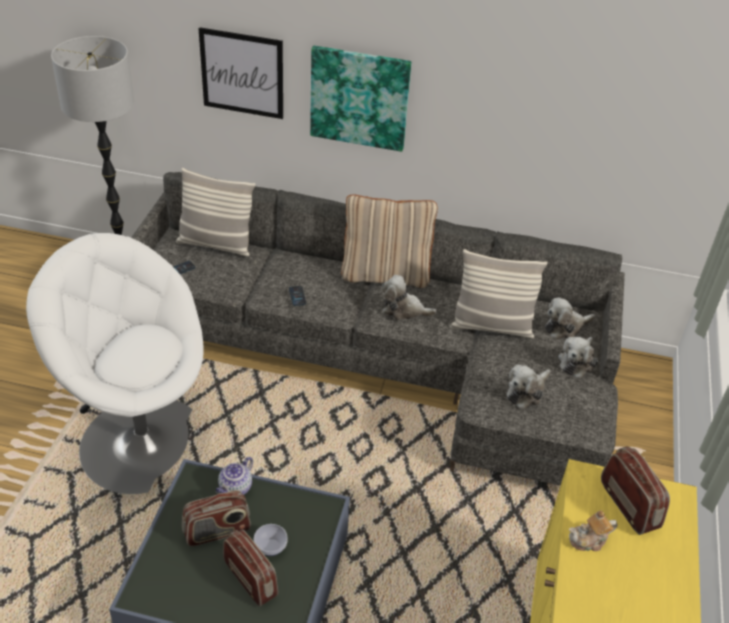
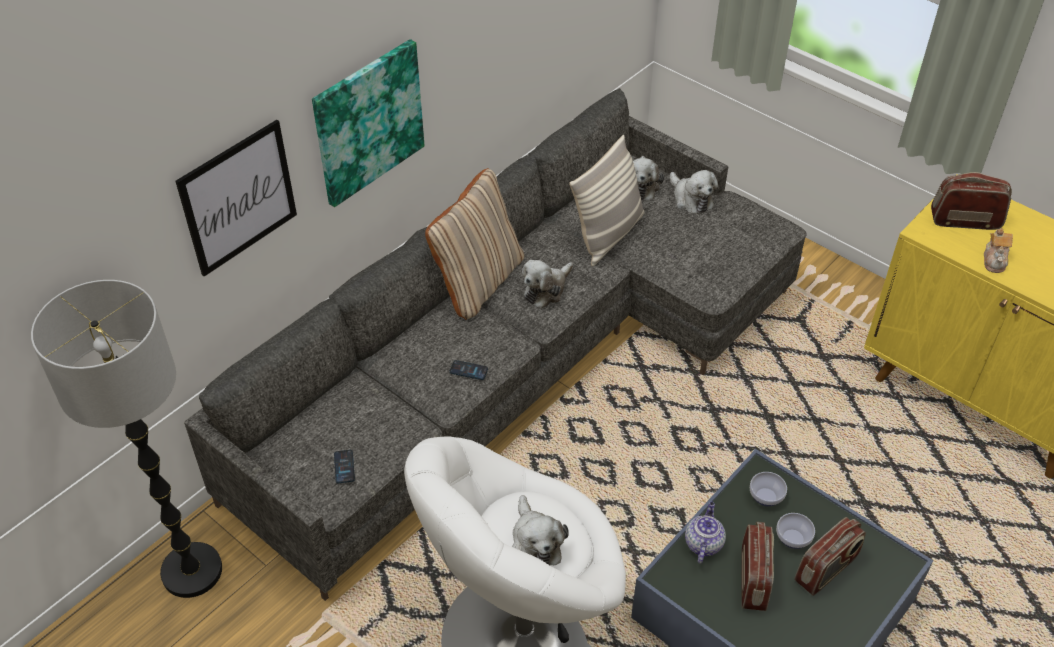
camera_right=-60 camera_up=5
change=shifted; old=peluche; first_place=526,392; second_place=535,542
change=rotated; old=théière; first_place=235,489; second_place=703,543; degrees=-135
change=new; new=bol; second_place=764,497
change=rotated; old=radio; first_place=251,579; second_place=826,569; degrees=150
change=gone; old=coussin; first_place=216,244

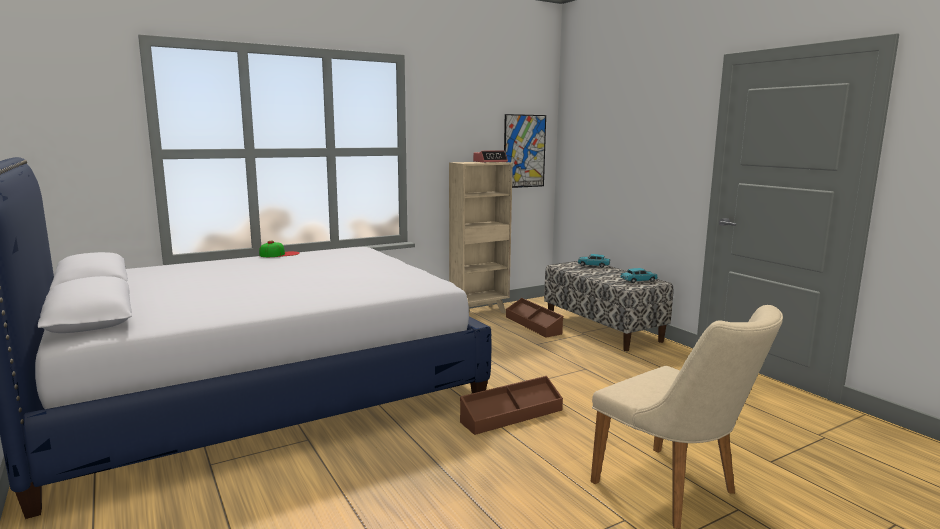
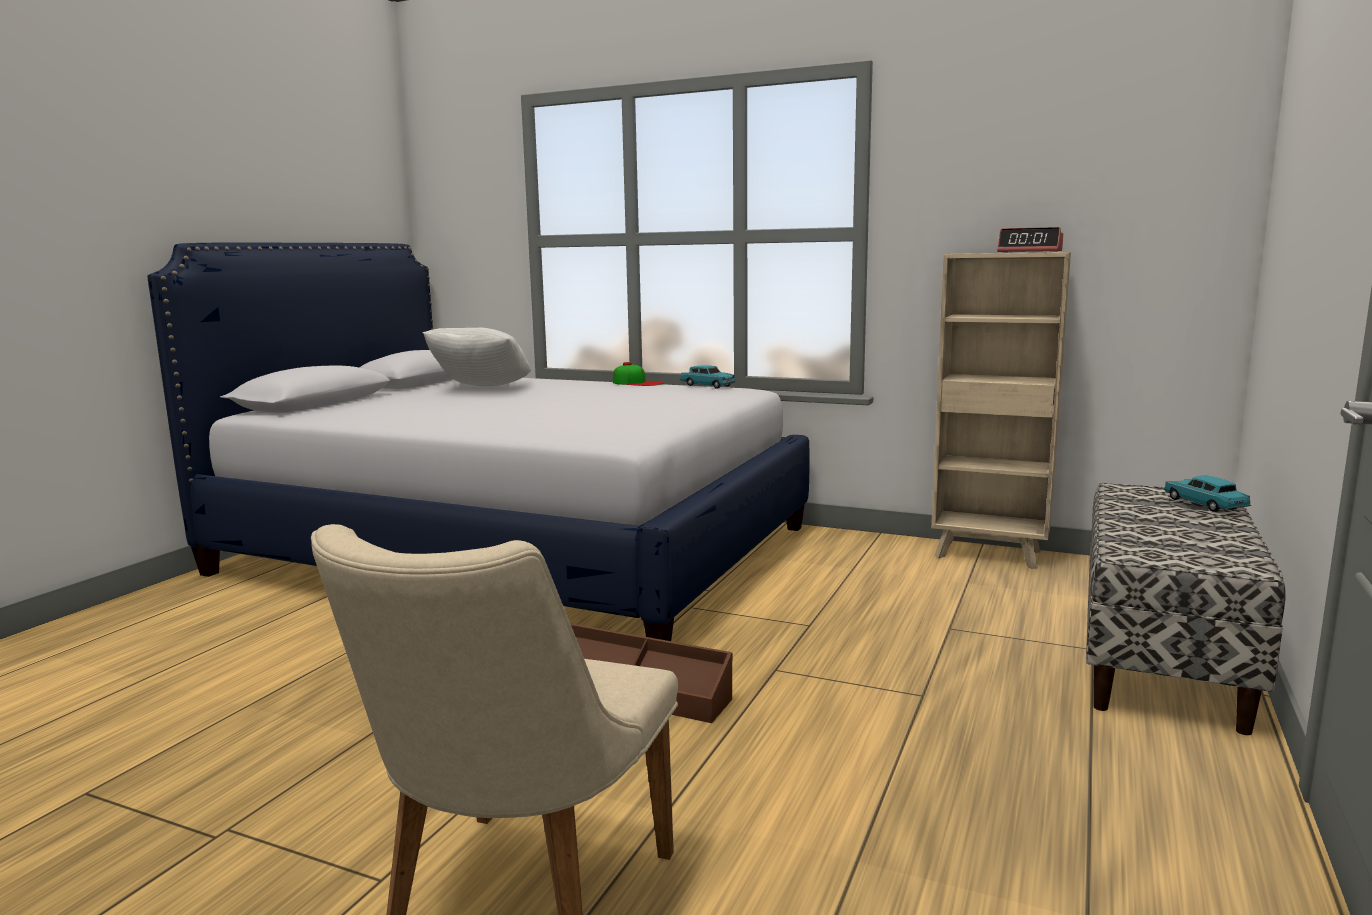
camera_right=55 camera_up=0
change=new; new=coussin/blanc; second_place=481,388
change=shifted; old=petite voiture/turquoise; first_place=638,281; second_place=707,386
change=gone; old=tableau; first_place=524,151
change=gone; old=boîte de rangement/marron; first_place=533,325

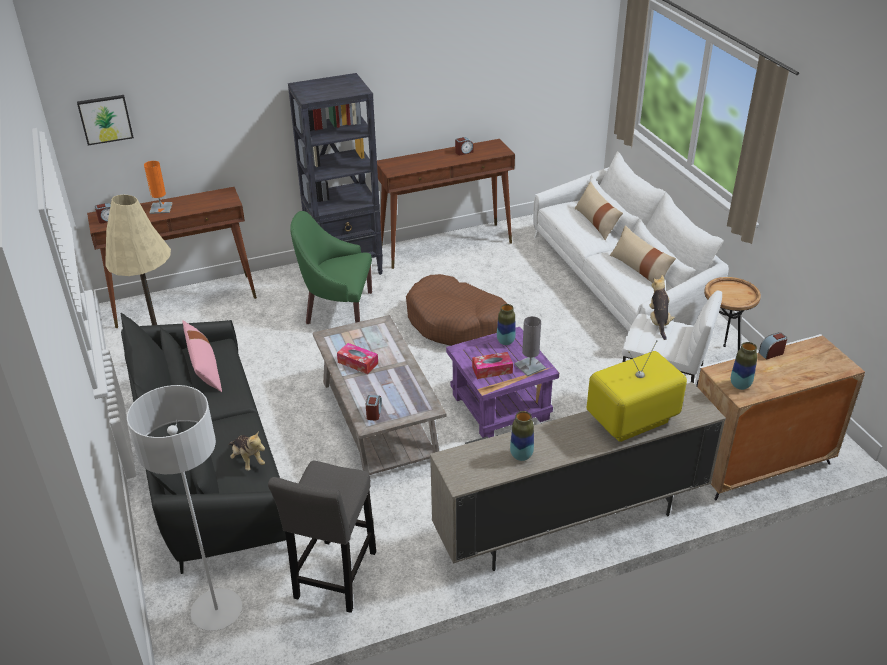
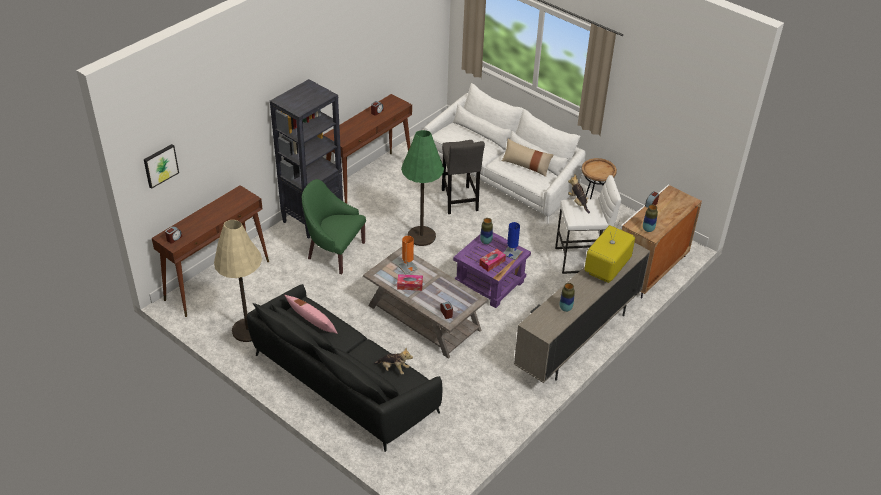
camera_right=-30 camera_up=5
change=rotated; old=fauteuil/vert; first_place=337,310; second_place=334,252; degrees=45
change=shifted; old=lampe de table/orange; first_place=161,208; second_place=407,267
change=swapped; old=panier pour chien/marron; new=lampadaire/vert; first_place=457,323; second_place=421,236
change=shifted; old=tabouret/gris; first_place=334,579; second_place=459,202
change=repainted; old=lampe de table/gris; new=lampe de table/bleu; first_place=530,366; second_place=511,253
change=gone; old=lampadaire/gris; first_place=217,611
change=gone; old=coussin/beige; first_place=596,222

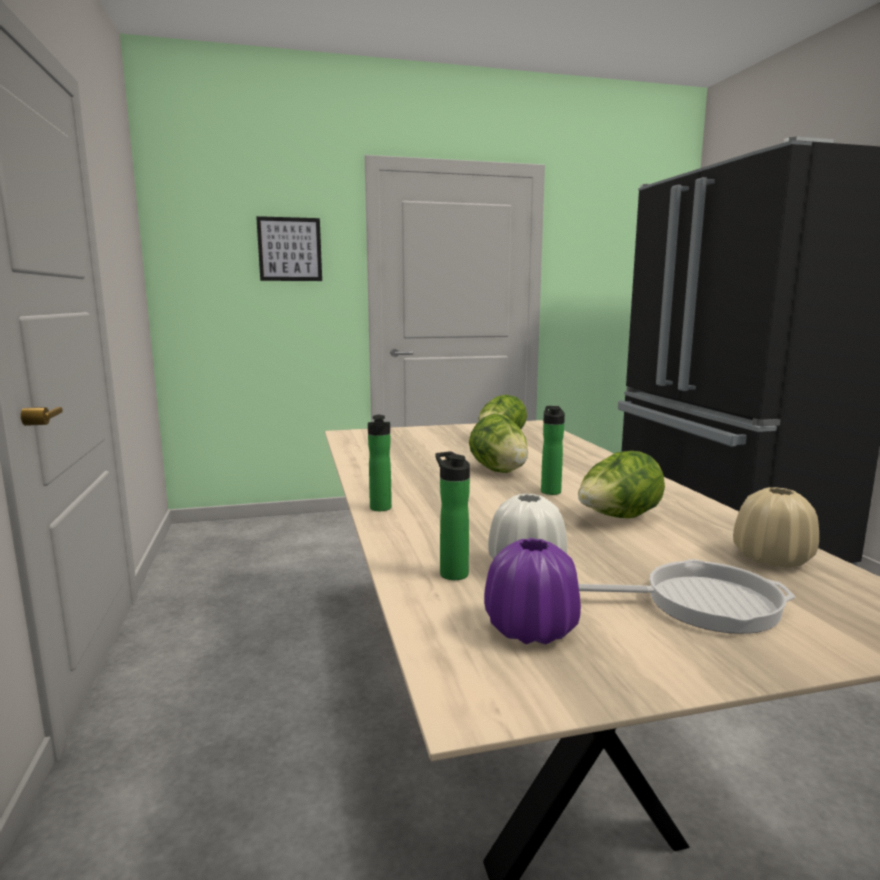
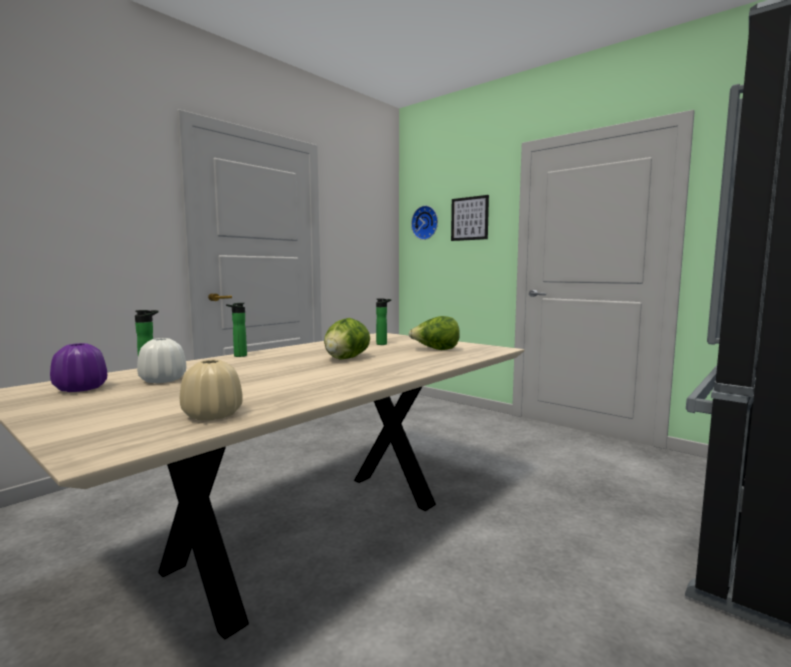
camera_right=55 camera_up=-5
change=shifted; old=bouteille; first_place=550,491; second_place=383,344
change=new; new=horloge murale; second_place=426,223
change=gone; old=laitue; first_place=617,519
change=gone; old=poêle; first_place=701,603

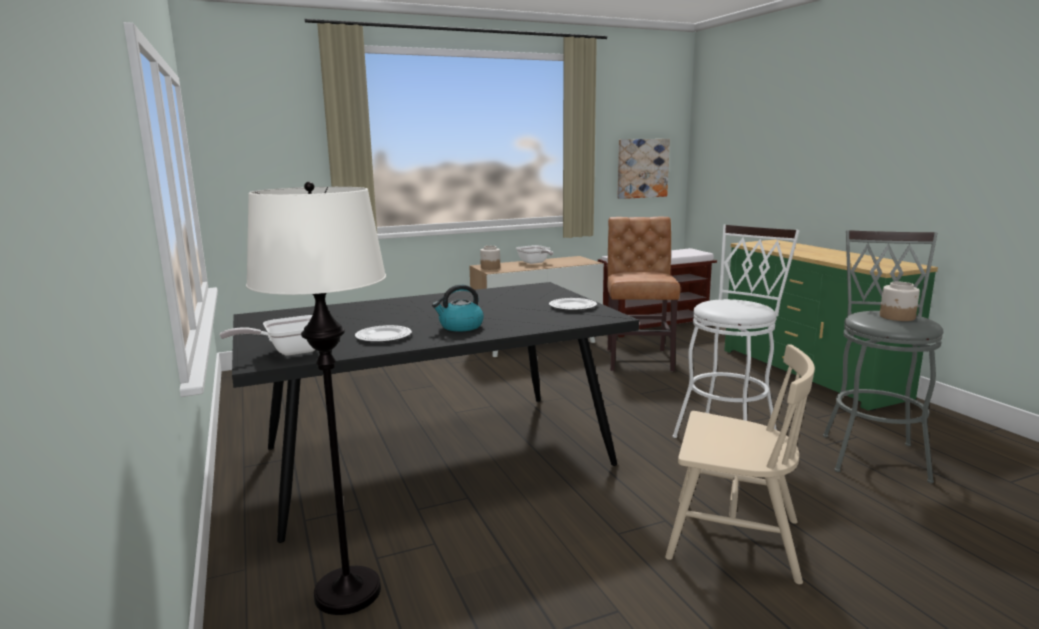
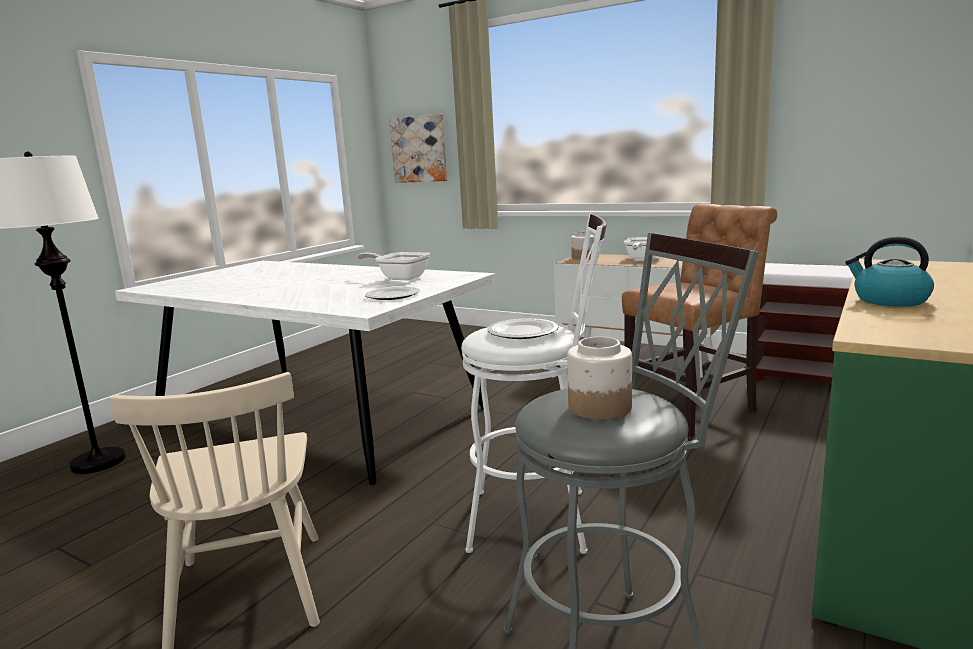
camera_right=55 camera_up=0
change=repainted; old=table à manger/noir; new=table à manger/blanc; first_place=438,455; second_place=320,415
change=shifted; old=poêle; first_place=289,351; second_place=400,278
change=shifted; old=tableau; first_place=642,168; second_place=419,149
change=shifted; old=assiette; first_place=384,336; second_place=523,332
change=shifted; old=bouilloire; first_place=460,327; second_place=889,300

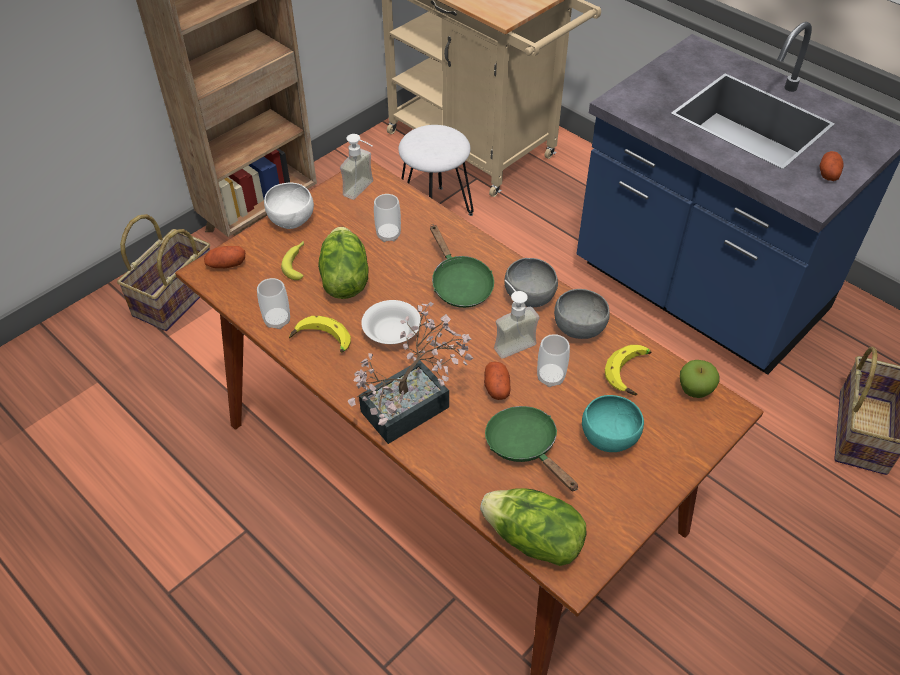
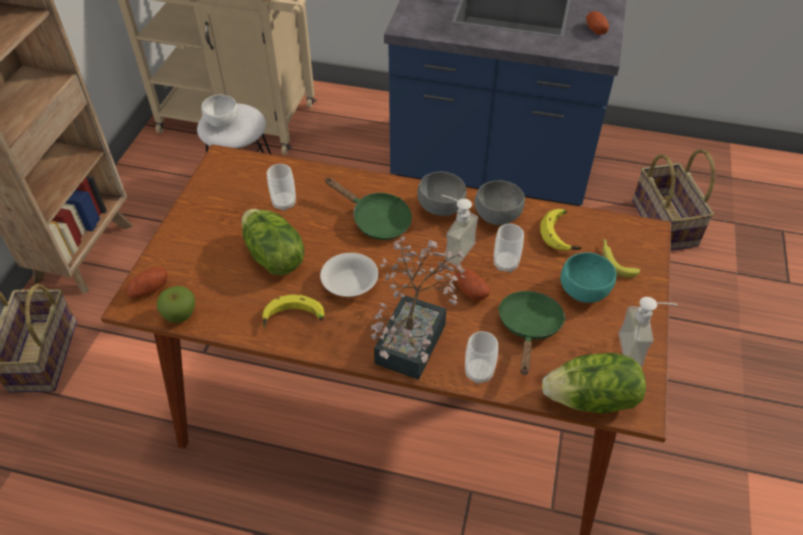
camera_right=-30 camera_up=0
change=shifted; old=pomme; first_place=694,391; second_place=180,316
change=shifted; old=bol/blanc; first_place=292,220; second_place=223,122
change=shifted; old=tasse; first_place=277,320; second_place=479,373
change=rotated; old=poêle/vert; first_place=525,447; second_place=529,328; degrees=75
change=shifted; old=banane; first_place=297,263; second_place=615,261
change=shifted; old=distributeur de savon; first_place=364,191; second_place=639,349

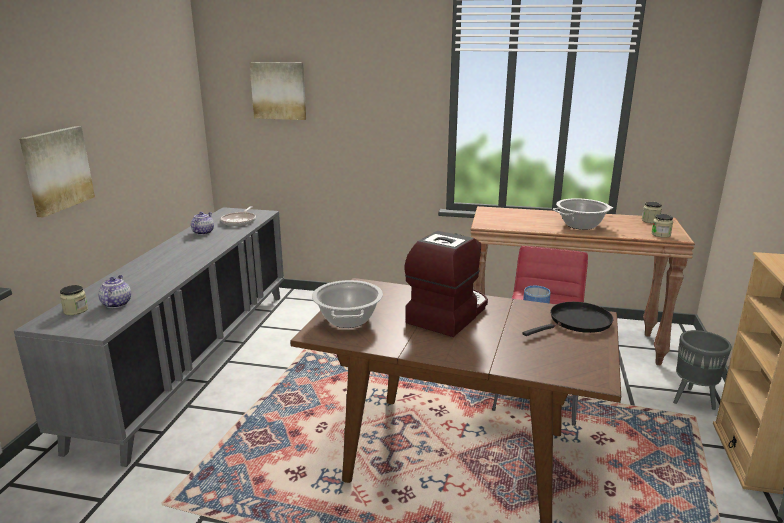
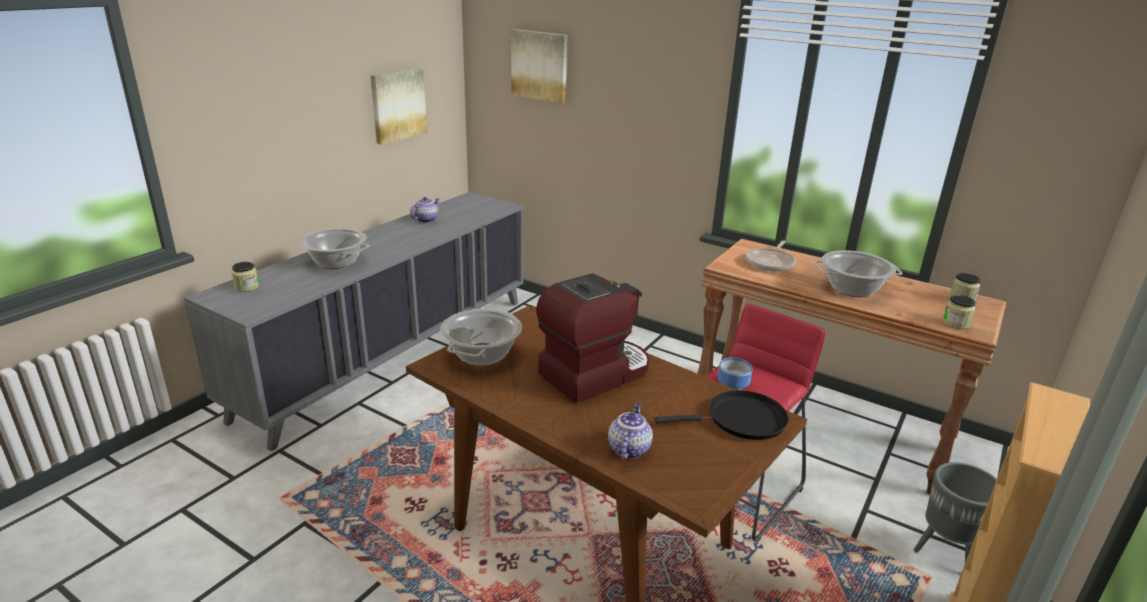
camera_right=20 camera_up=5
change=new; new=marmite; second_place=336,262
change=shifted; old=tableau; first_place=56,170; second_place=398,105
change=shifted; old=théière; first_place=116,303; second_place=628,448
change=shifted; old=poêle; first_place=240,221; second_place=771,262

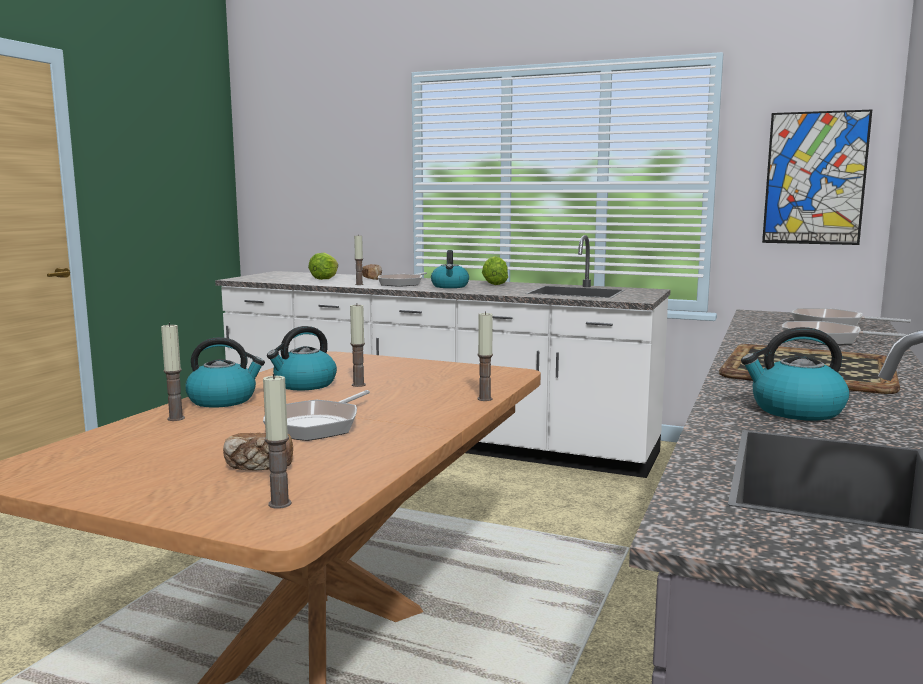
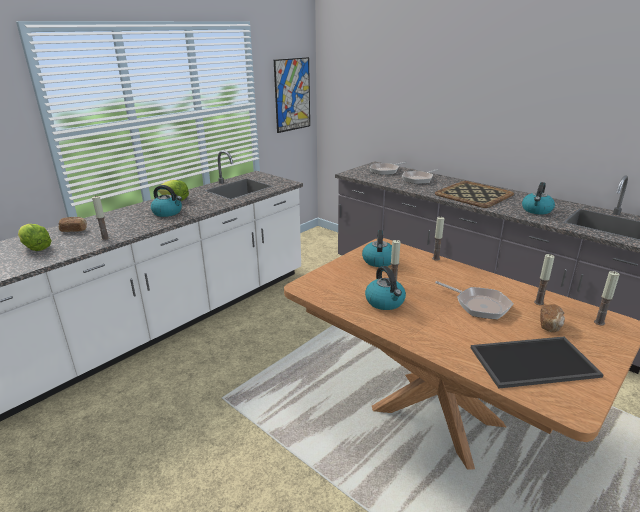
camera_right=-70 camera_up=15
change=shifted; old=bouilloire; first_place=223,400; second_place=378,260
change=new; new=plateau; second_place=533,363
change=shifted; old=bougie; first_place=176,418; second_place=539,302
change=gone; old=poêle; first_place=402,283

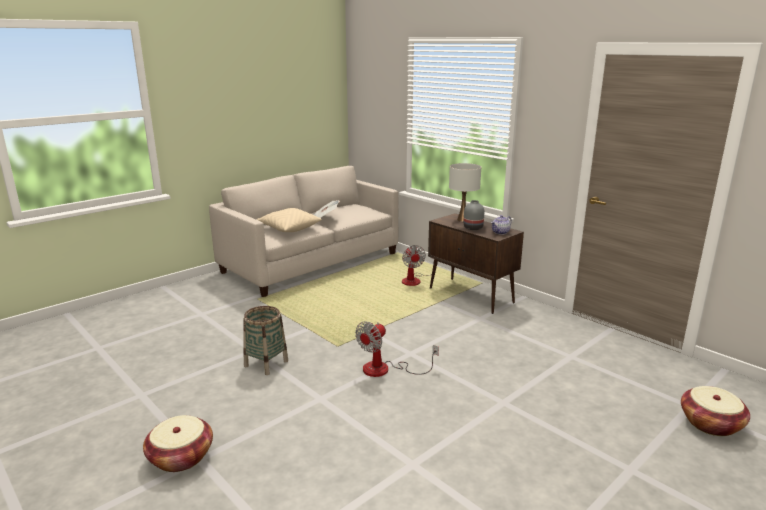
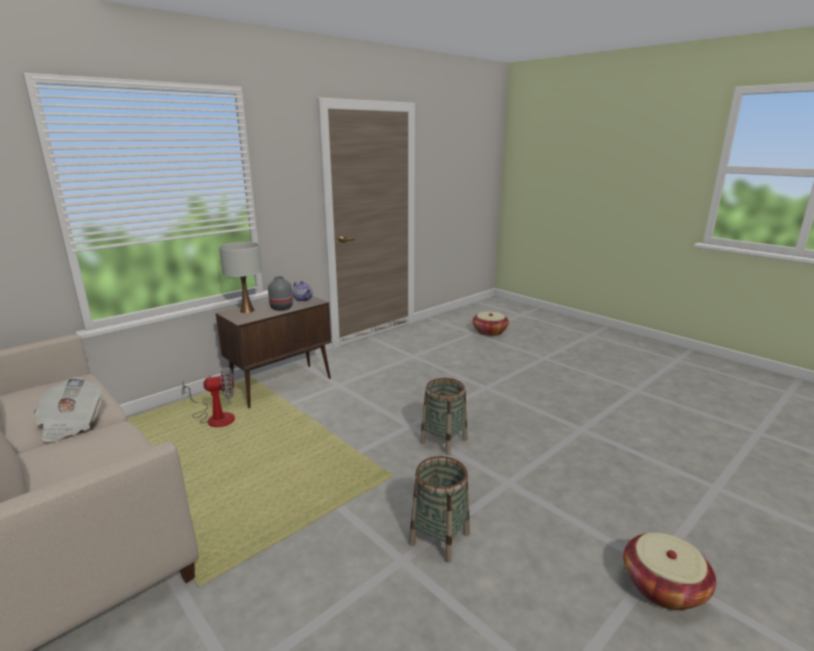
camera_right=-90 camera_up=0
change=swapped; old=ventilateur; new=panier; first_place=385,369; second_place=443,441
change=gone; old=coussin/beige; first_place=289,228

